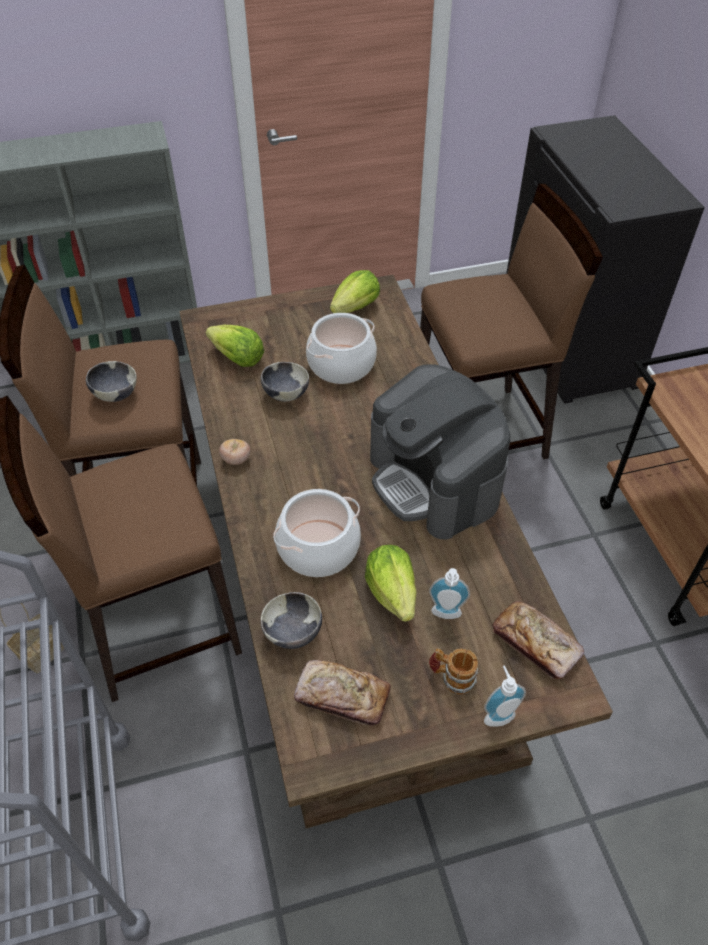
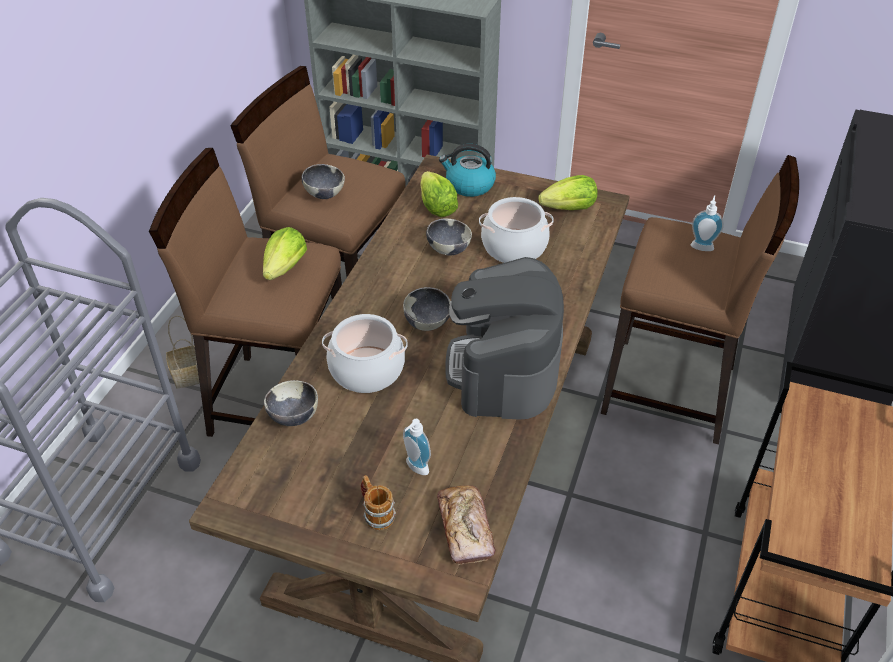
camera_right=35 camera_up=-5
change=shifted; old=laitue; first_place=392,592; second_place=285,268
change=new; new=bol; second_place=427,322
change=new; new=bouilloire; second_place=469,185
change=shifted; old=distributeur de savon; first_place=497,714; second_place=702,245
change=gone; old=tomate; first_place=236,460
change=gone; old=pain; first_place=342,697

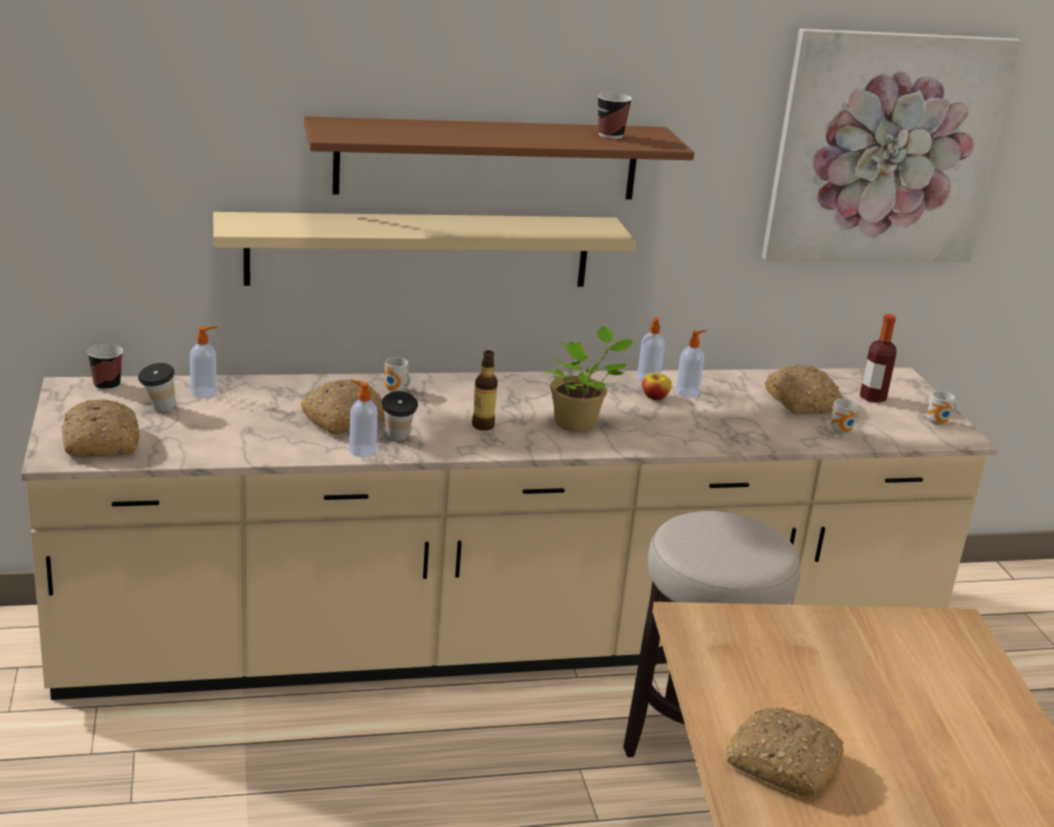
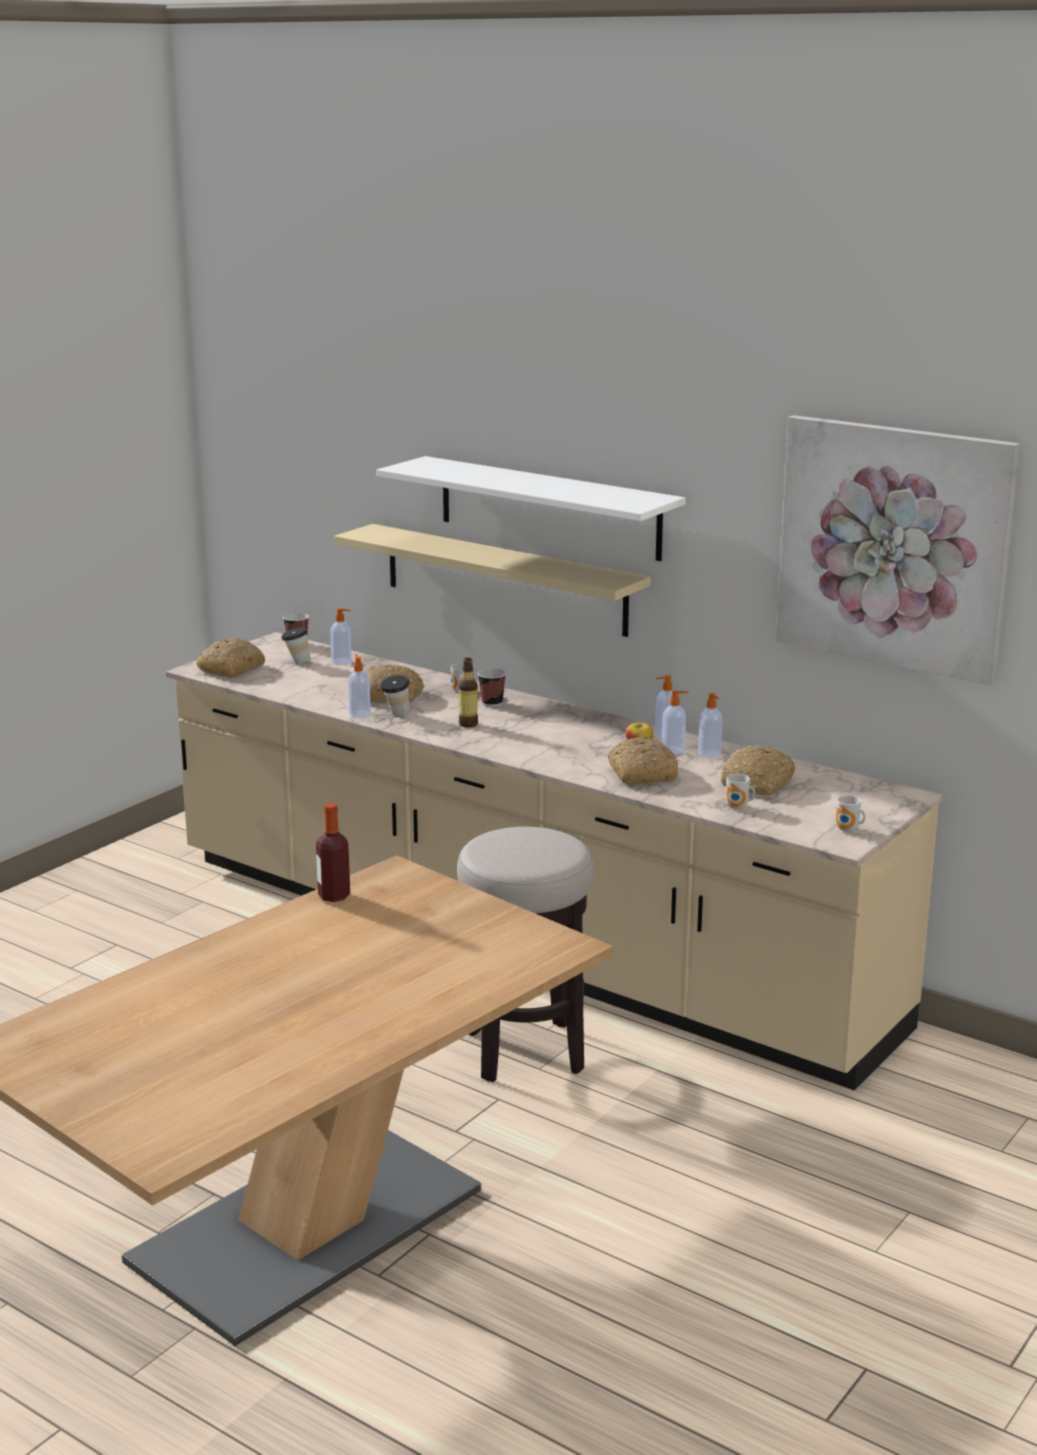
camera_right=50 camera_up=-5
change=shifted; old=bouteille; first_place=872,397; second_place=334,896
change=repainted; old=étagère/marron; new=étagère/blanc; first_place=488,159; second_place=549,508
change=shifted; old=tasse; first_place=610,135; second_place=492,703
change=shifted; old=pain; first_place=782,764; second_place=641,773
change=new; new=distributeur de savon; second_place=710,753
change=gone; old=plante en pot; first_place=578,424

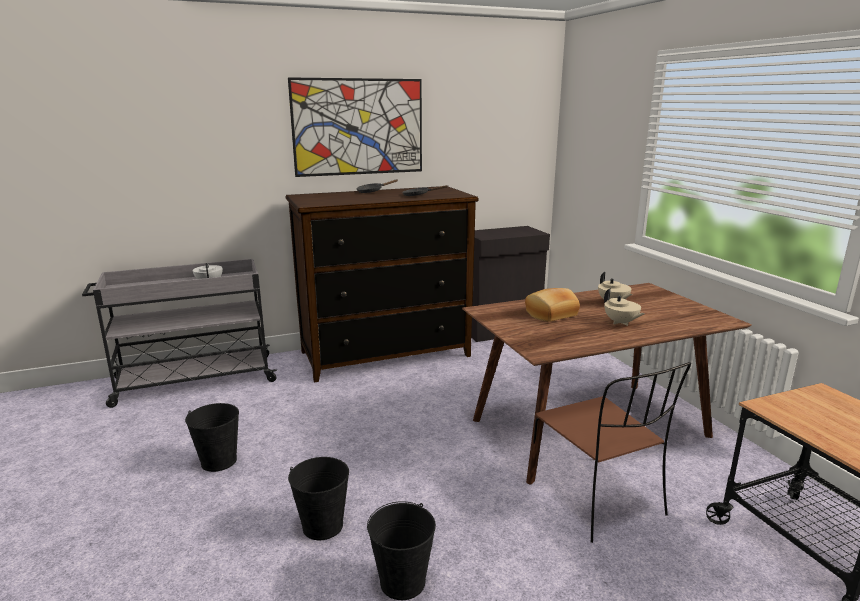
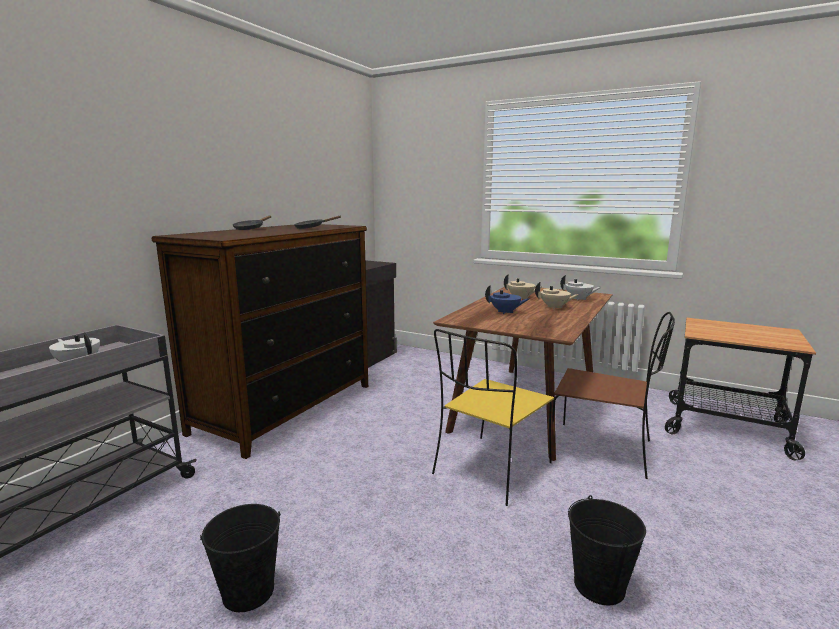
camera_right=-40 camera_up=-5
change=new; new=chaise/jaune; second_place=491,470
change=swapped; old=pain; new=théière/bleu; first_place=552,314; second_place=505,312
change=new; new=théière/blanc; second_place=578,299
change=gone; old=tableau; first_place=358,127
change=gone; old=seau/noir; first_place=323,525

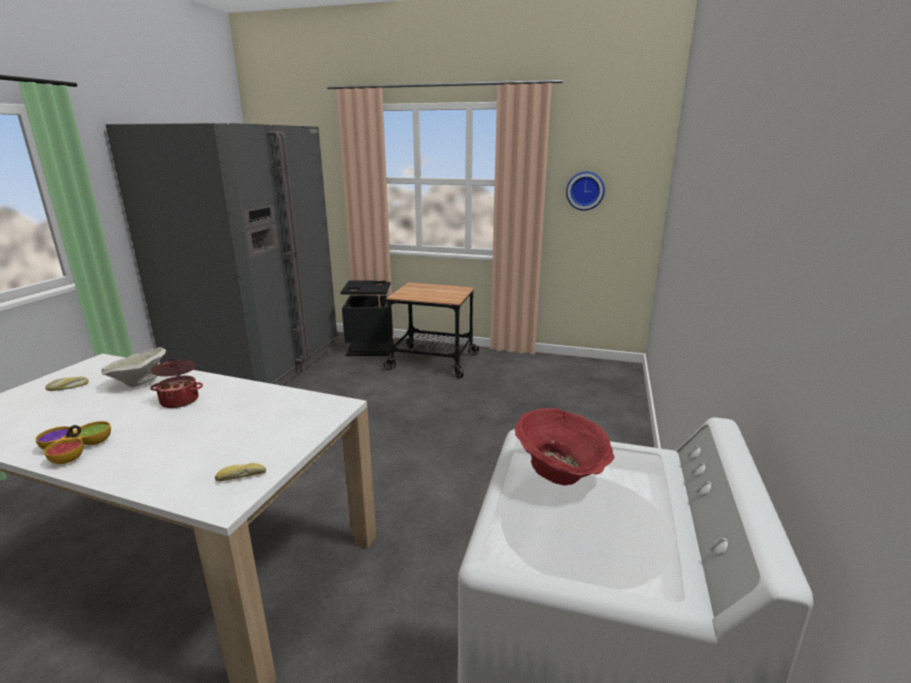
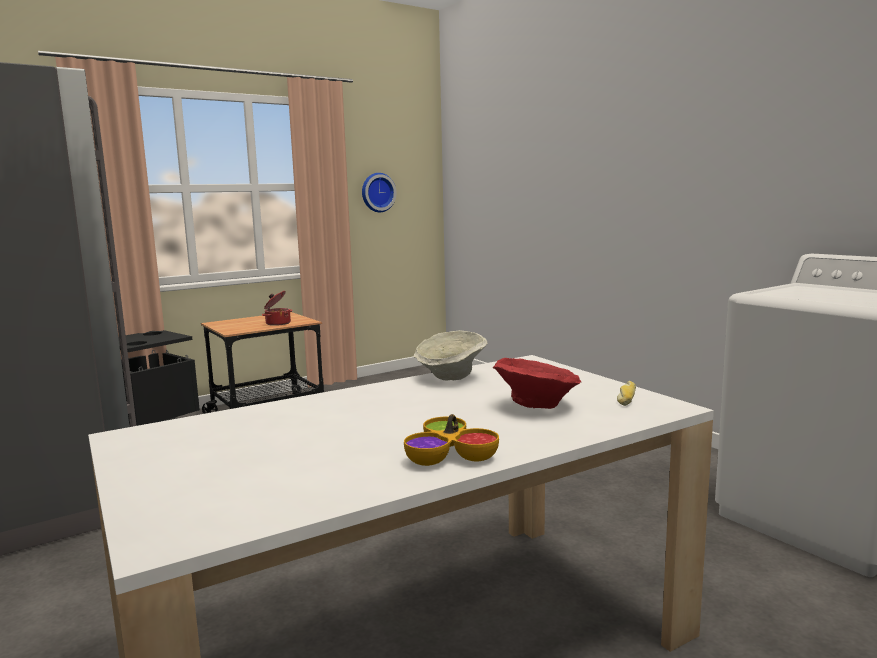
camera_right=-50 camera_up=-10
change=shifted; old=marmite; first_place=180,400; second_place=277,323
change=shifted; old=bol/beige; first_place=140,382; second_place=450,377
change=shifted; old=bol/rouge; first_place=560,474; second_place=537,406
change=gone; old=pain; first_place=68,387

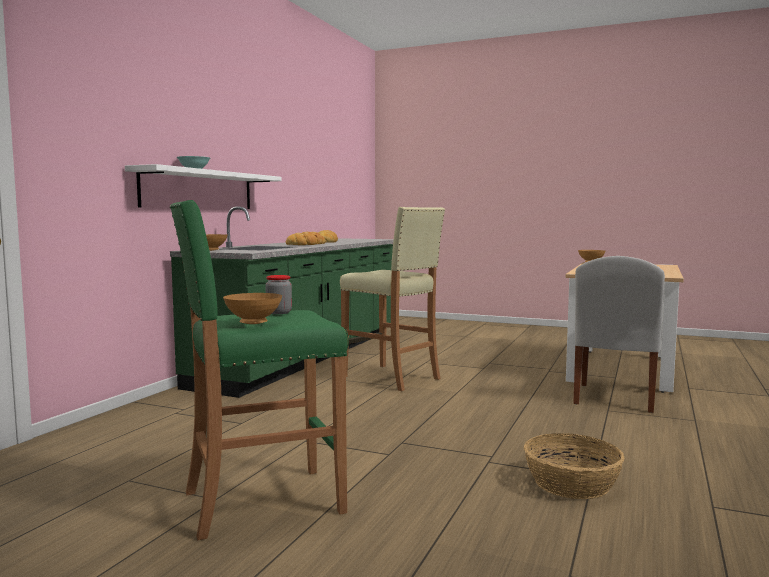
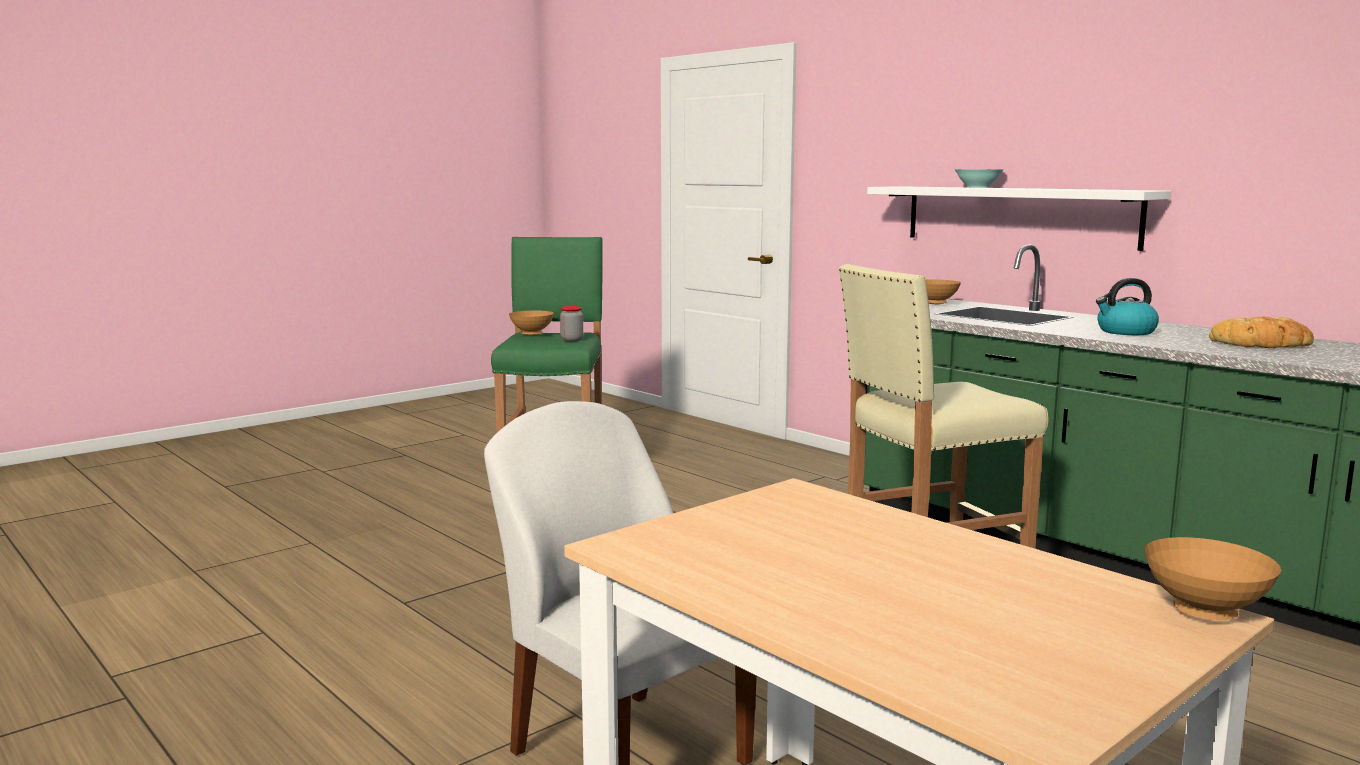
camera_right=115 camera_up=5
change=swapped; old=pain; new=bouilloire; first_place=307,244; second_place=1125,332
change=gone; old=panier; first_place=571,484

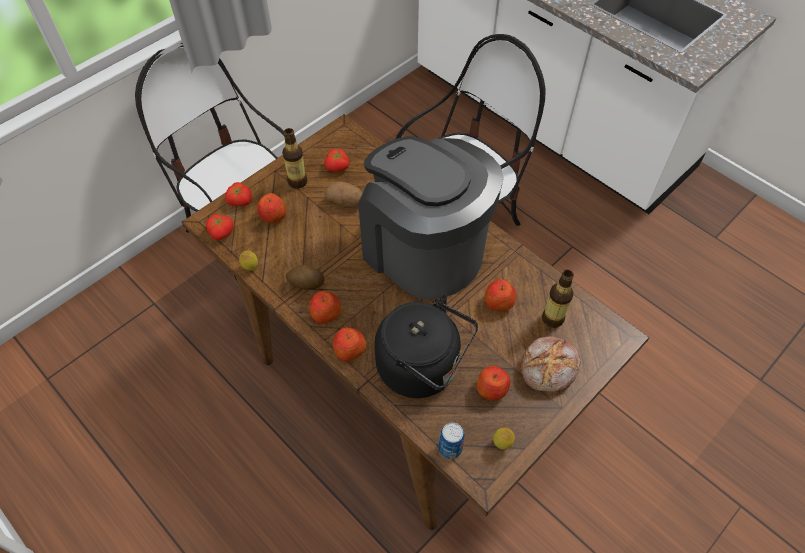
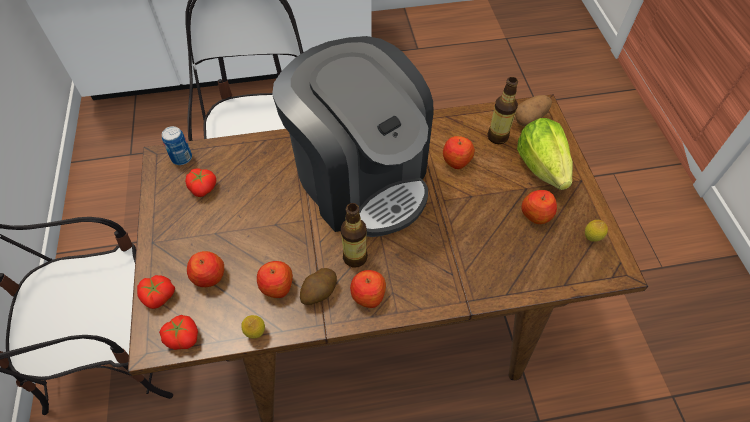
camera_right=-55 camera_up=0
change=shifted; old=boîte métallique; first_place=450,448; second_place=182,158
change=shifted; old=pomme; first_place=349,350; second_place=277,286
change=rotated; old=machine à café; first_place=423,250; second_place=360,179; degrees=-120
change=shifted; old=bouteille; first_place=297,182; second_place=355,257
change=shifted; old=pomme de terre; first_place=345,202; second_place=530,118
change=swapped; old=pain; new=laitue; first_place=550,368; second_place=542,166
change=gone; old=bouilloire/noir; first_place=423,368

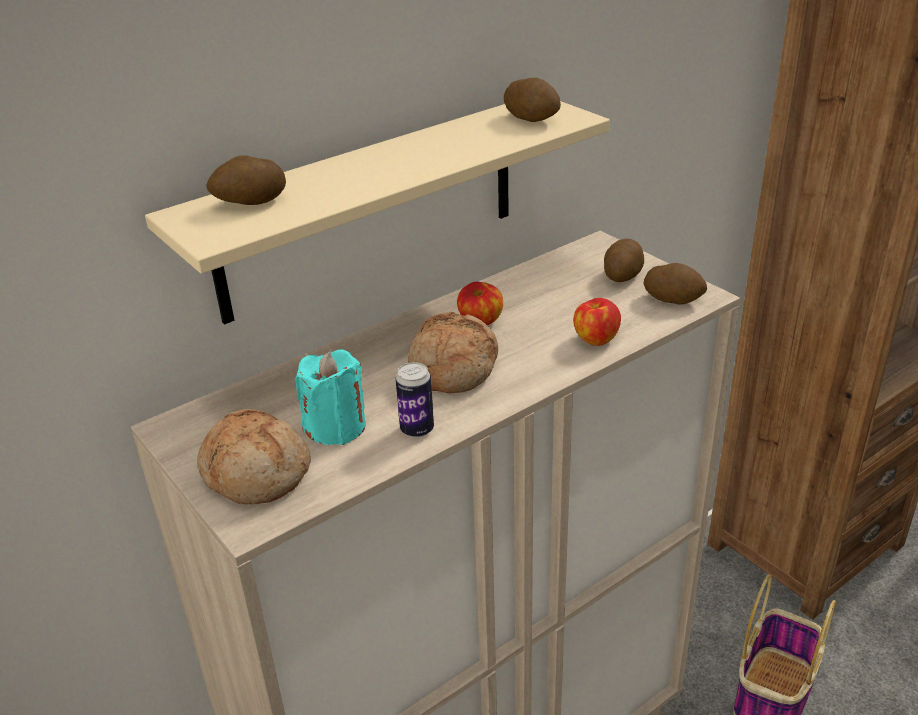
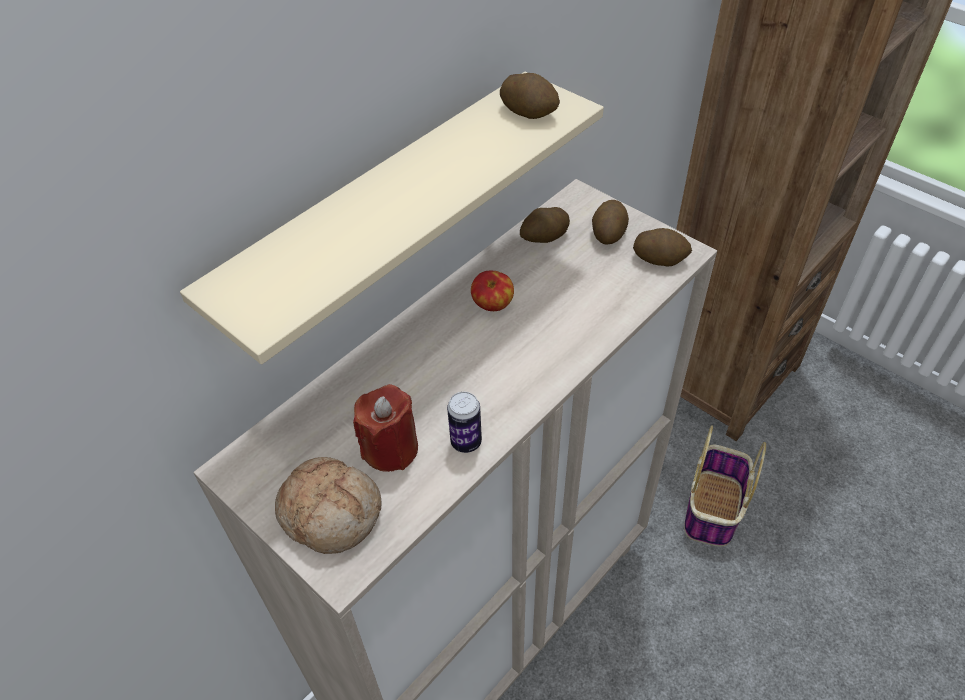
camera_right=-10 camera_up=15
change=repainted; old=bougie/turquoise; new=bougie/rouge; first_place=336,427; second_place=390,448
change=shifted; old=pomme de terre; first_place=250,202; second_place=544,238
change=gone; old=pain; first_place=451,368
change=gone; old=pomme; first_place=595,339

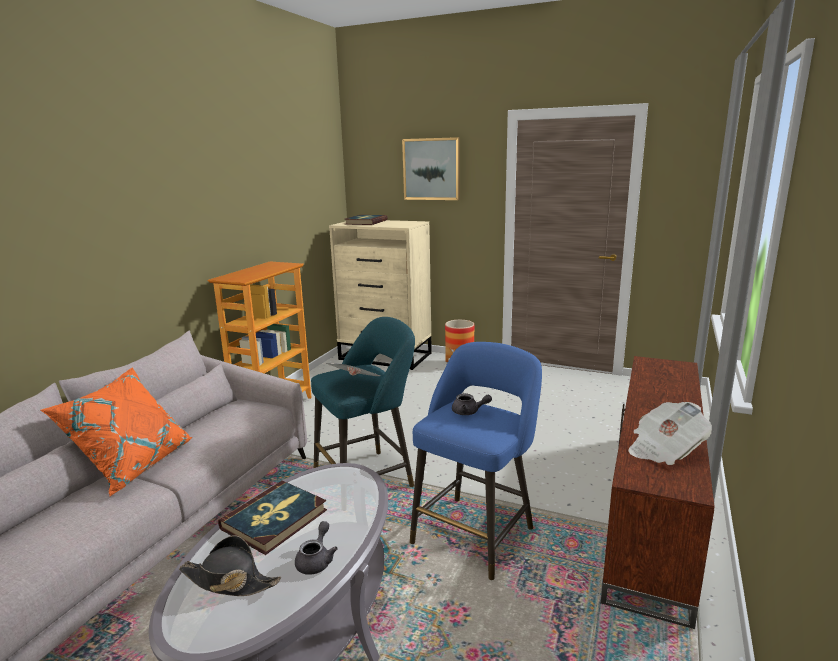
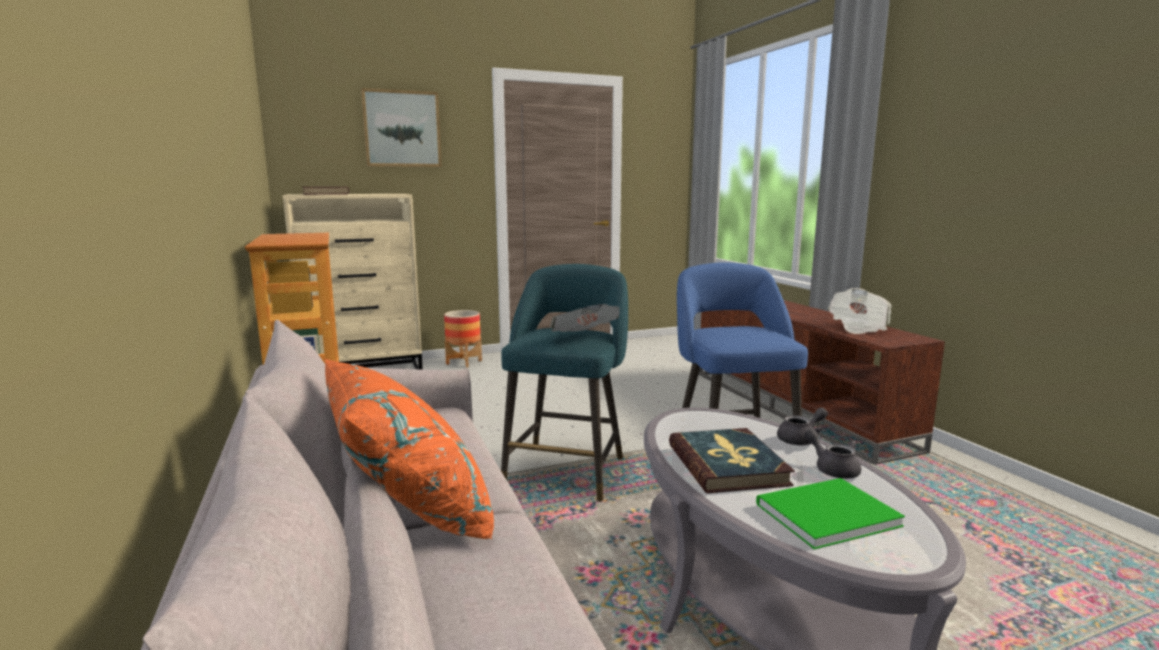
camera_right=-45 camera_up=-5
change=swapped; old=chapeau/noir; new=livre/vert; first_place=229,581; second_place=822,514
change=shifted; old=théière/gris; first_place=469,412; second_place=801,440

